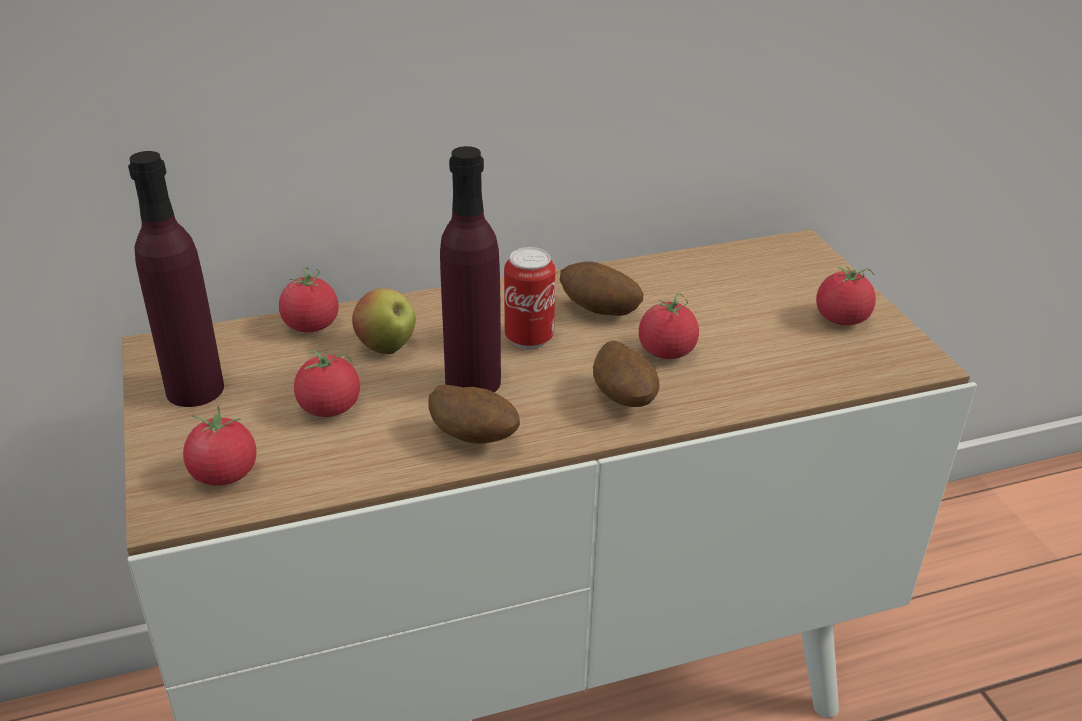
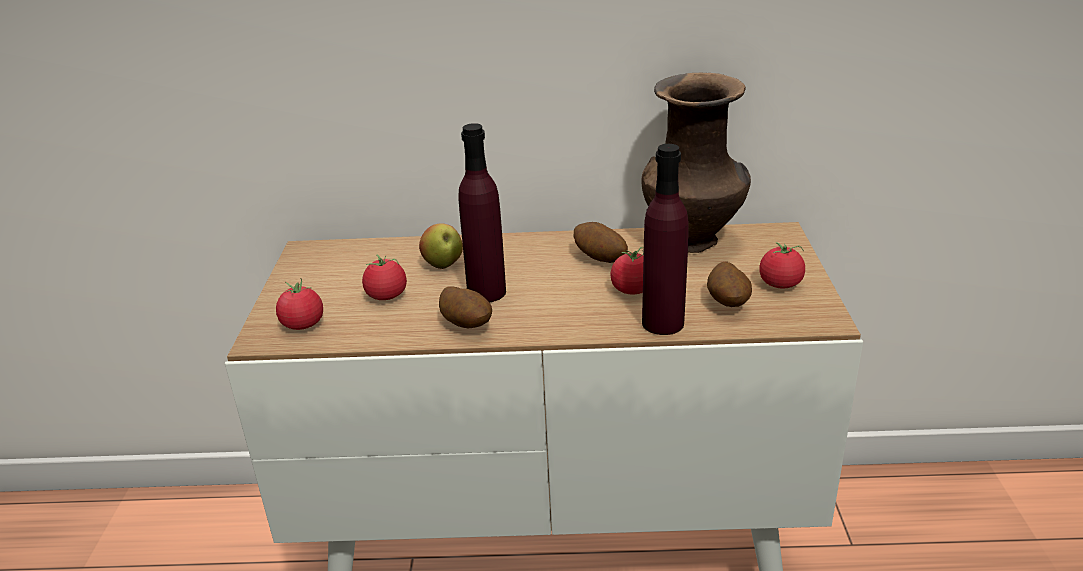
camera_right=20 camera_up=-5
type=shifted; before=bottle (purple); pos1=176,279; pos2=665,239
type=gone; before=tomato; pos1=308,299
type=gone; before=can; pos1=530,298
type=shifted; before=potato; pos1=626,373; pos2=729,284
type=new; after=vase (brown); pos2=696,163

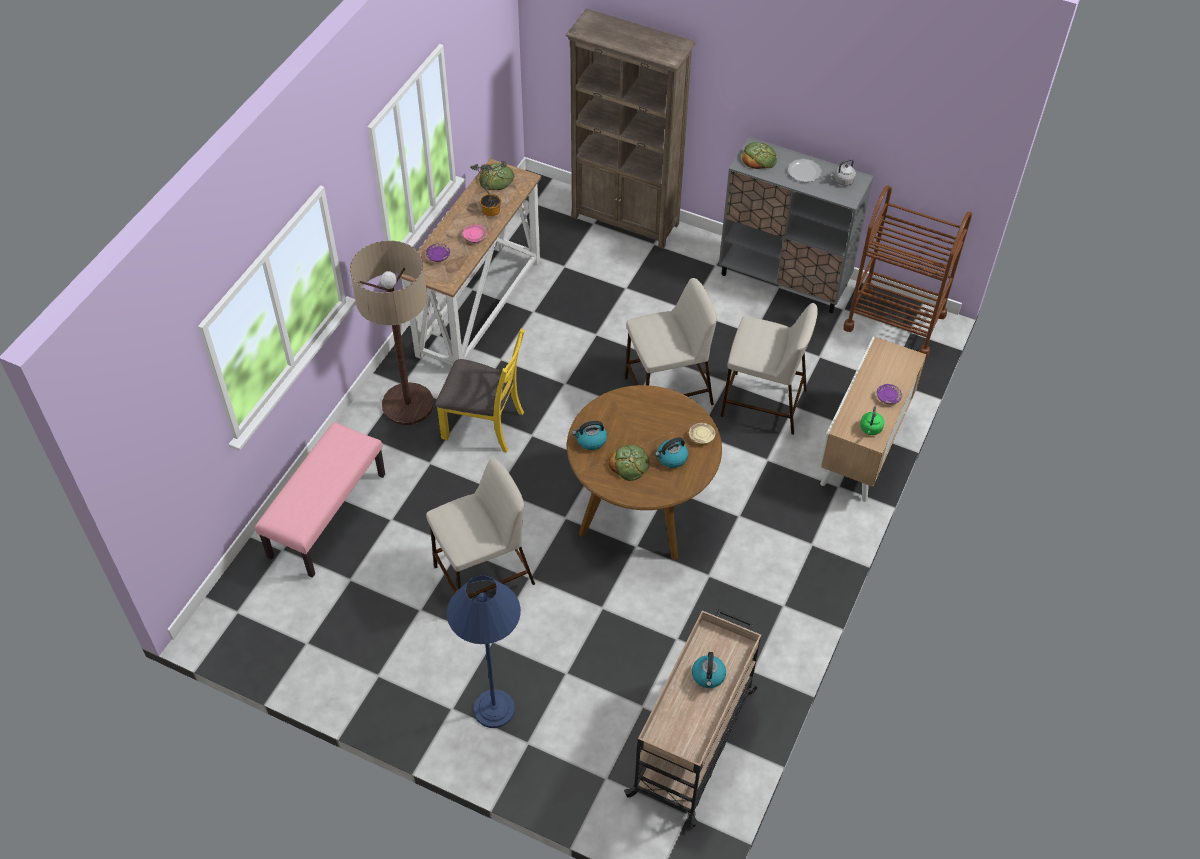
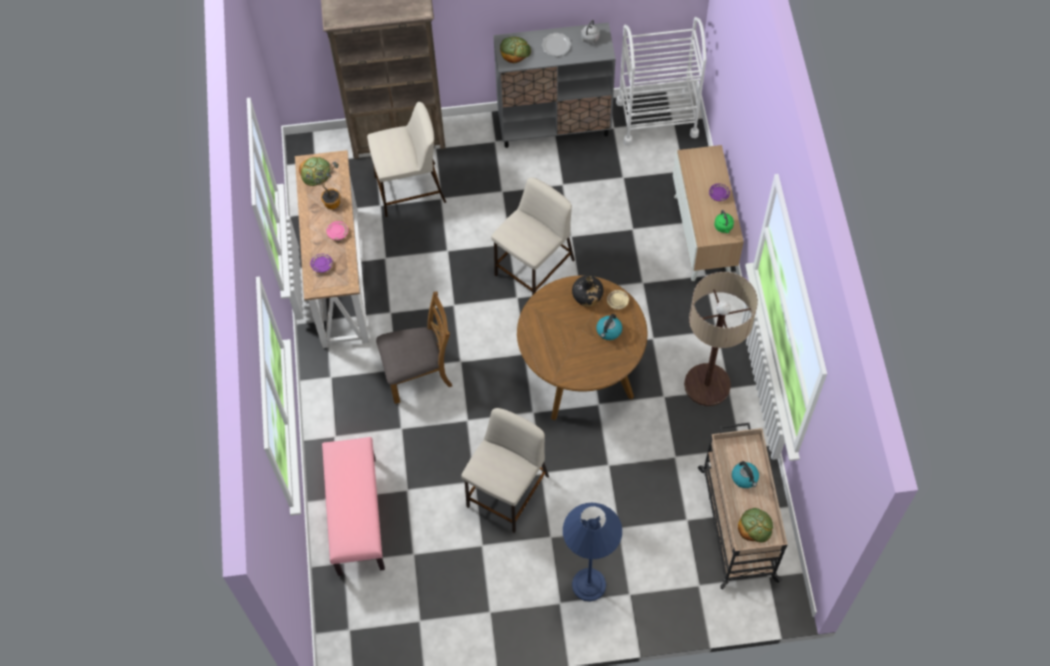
camera_right=-30 camera_up=10
type=shifted; before=floor lamp; pos1=392,333; pos2=721,339
type=repainted; before=chair (yellow); after=chair (brown); pos1=480,391; pos2=414,348
type=gone; before=kettle; pos1=589,435
type=shifted; before=bread; pos1=629,463; pos2=755,525
type=shifted; before=stool (beige); pos1=769,369; pos2=406,159
type=repainted; before=cart (brown); after=cart (white); pos1=907,272; pos2=661,81
type=new; after=bottle (black); pos2=587,291

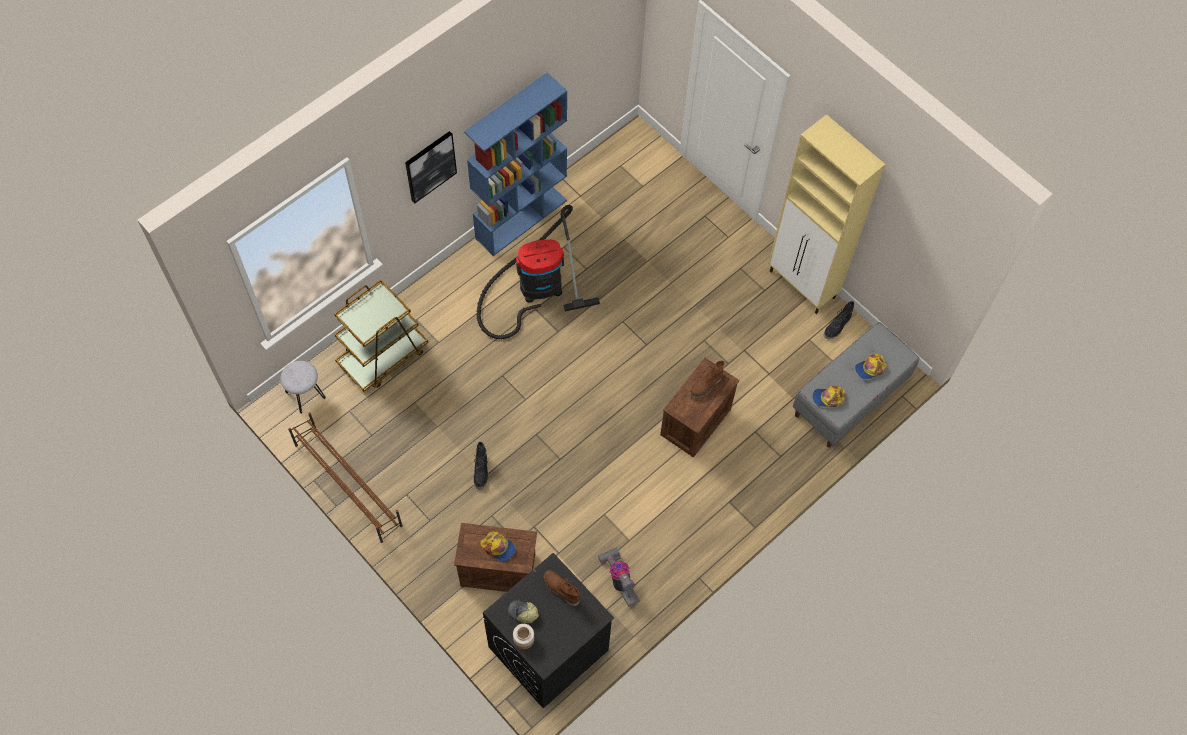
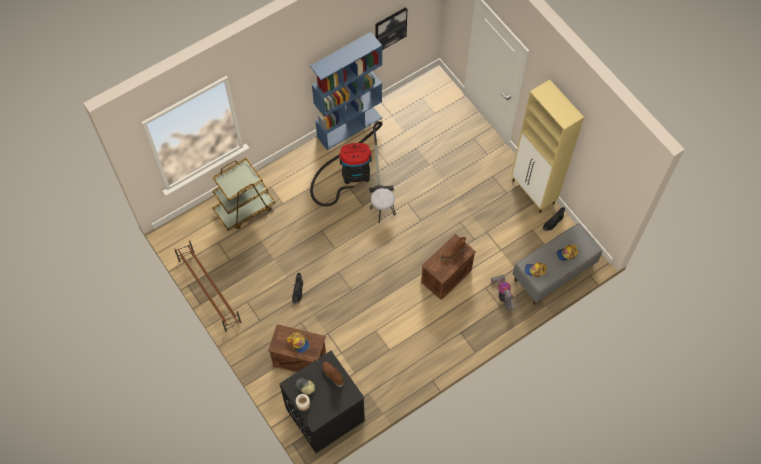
camera_right=10 camera_up=0
type=shifted; before=stool (grey); pos1=303,387; pos2=383,205
type=shifted; before=picture; pos1=431,167; pos2=391,28
type=shifted; before=vacuum cleaner; pos1=619,576; pos2=503,293

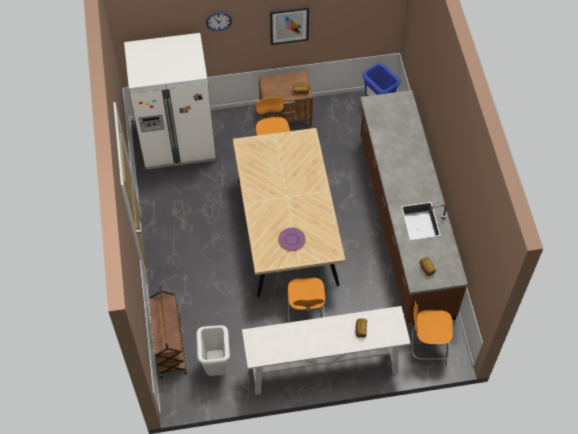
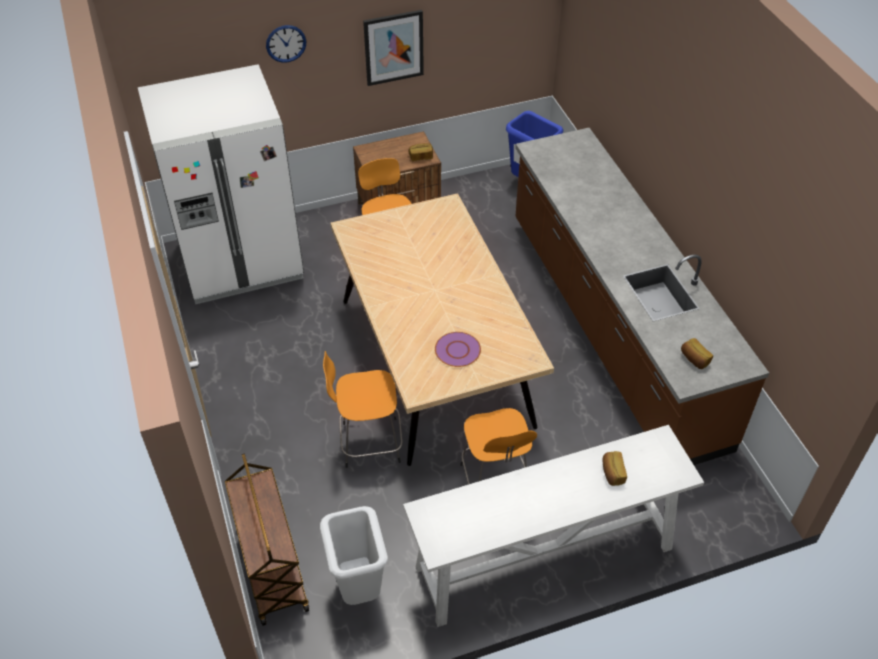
camera_right=-10 camera_up=-10
type=shifted; before=stool (orange); pos1=432,333; pos2=363,409

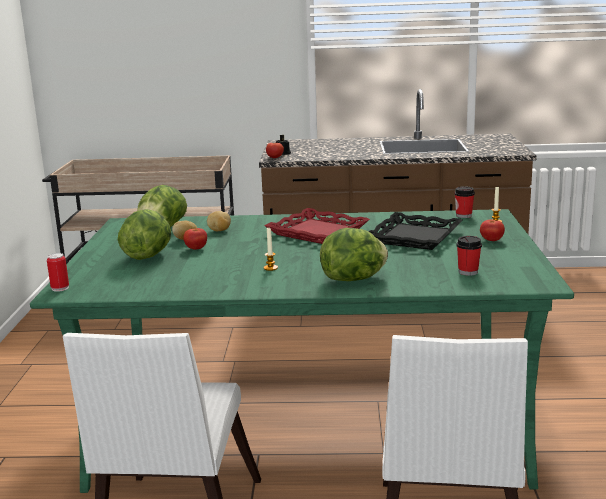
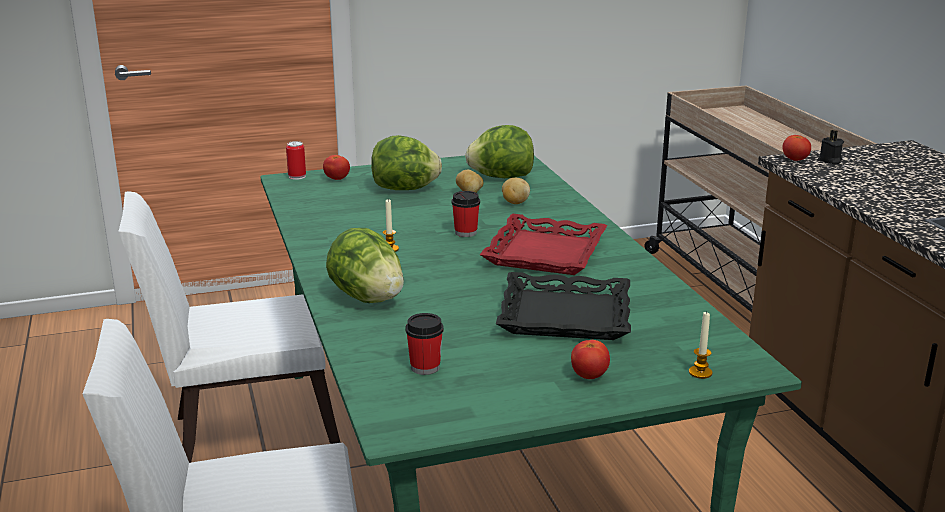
camera_right=70 camera_up=5
type=shifted; before=tomato; pos1=195,239; pos2=336,167
type=shifted; before=cup; pos1=464,202; pos2=465,214

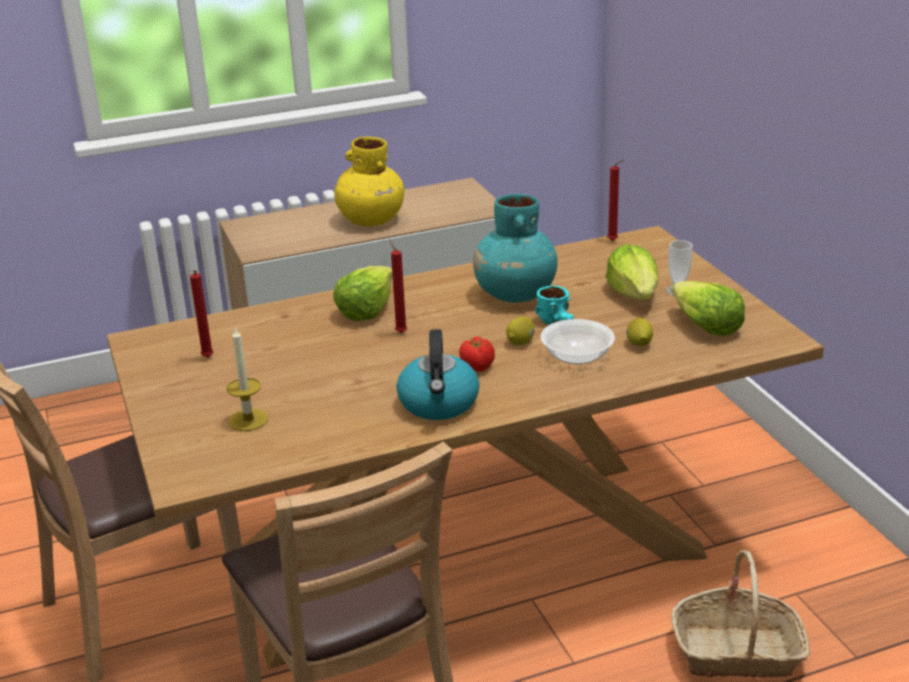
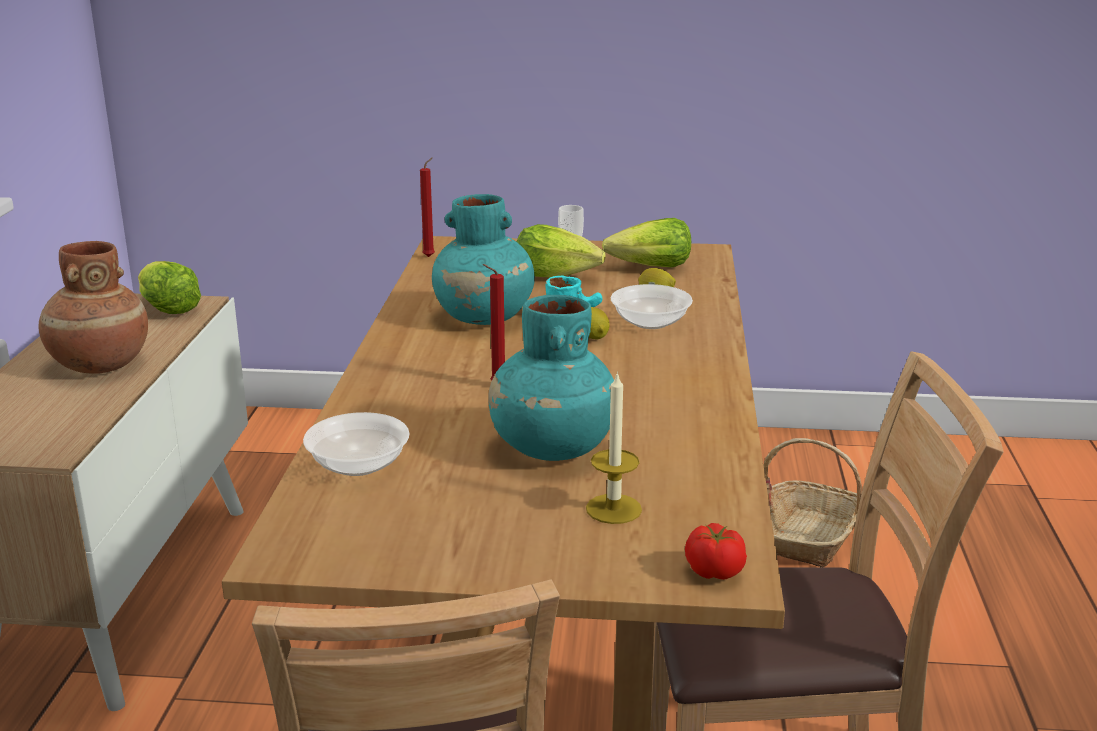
camera_right=-65 camera_up=-5
type=gone; before=candle (red); pos1=202,314
type=shifted; before=lettuce; pos1=363,293; pos2=169,287
type=repainted; before=vase (yellow); after=vase (brown); pos1=369,181; pos2=93,307
type=gone; before=kettle; pos1=437,374
type=shifted; before=tomato; pos1=477,354; pos2=716,551
type=new; after=bowl; pos2=356,444
type=new; after=vase (turquoise); pos2=551,378

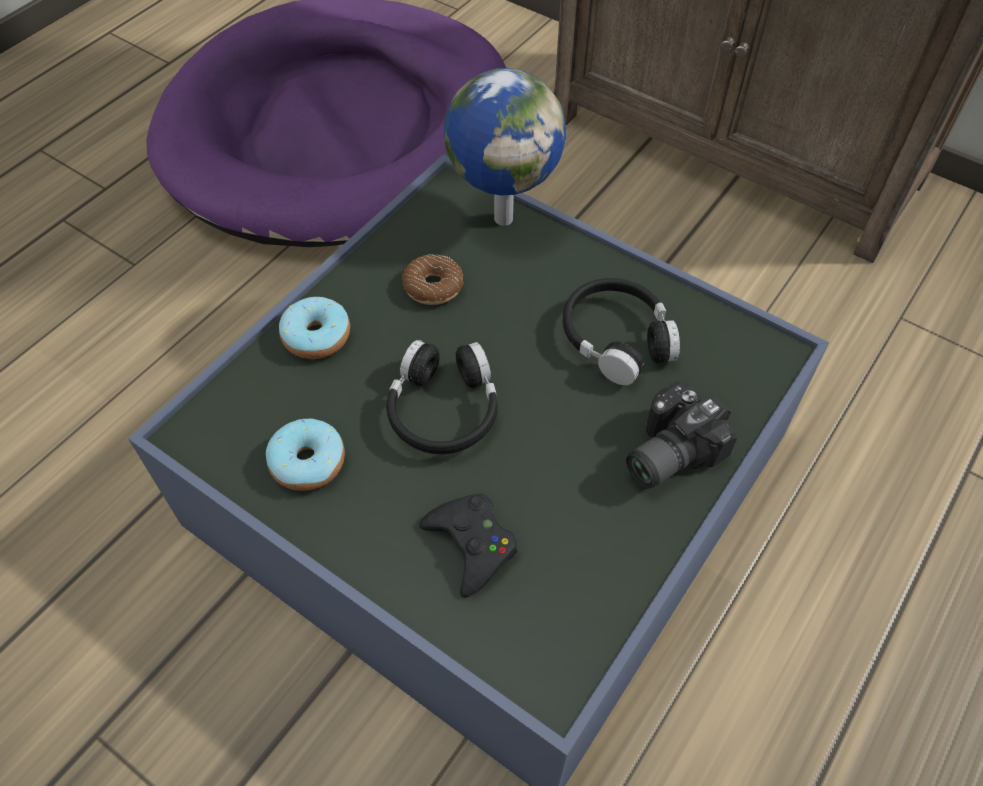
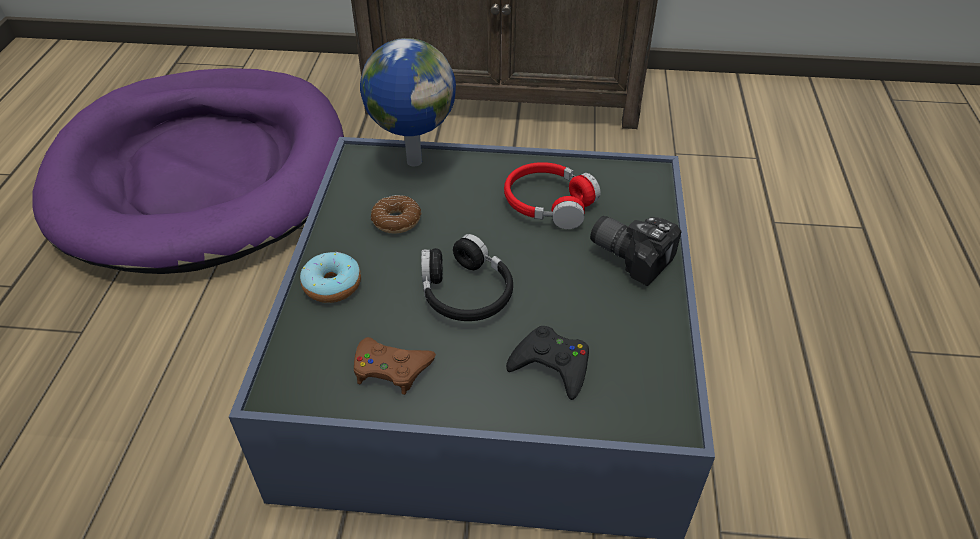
camera_right=-30 camera_up=-10
type=swapped; before=donut; after=game controller (brown); pos1=305,455; pos2=395,366
type=repainted; before=headphones (black); after=headphones (red); pos1=621,331; pos2=552,195
type=rotated; before=photo camera; pos1=681,435; pos2=635,251; turn=105

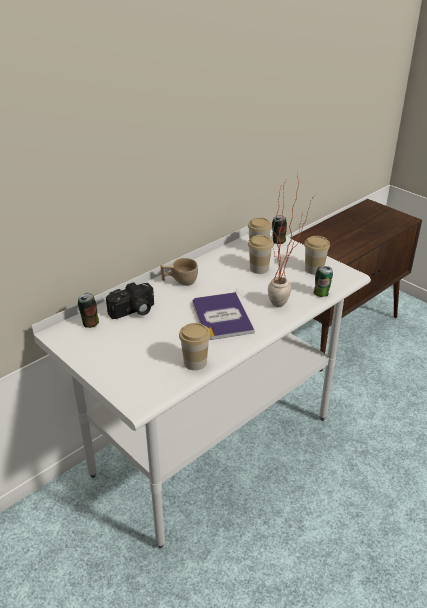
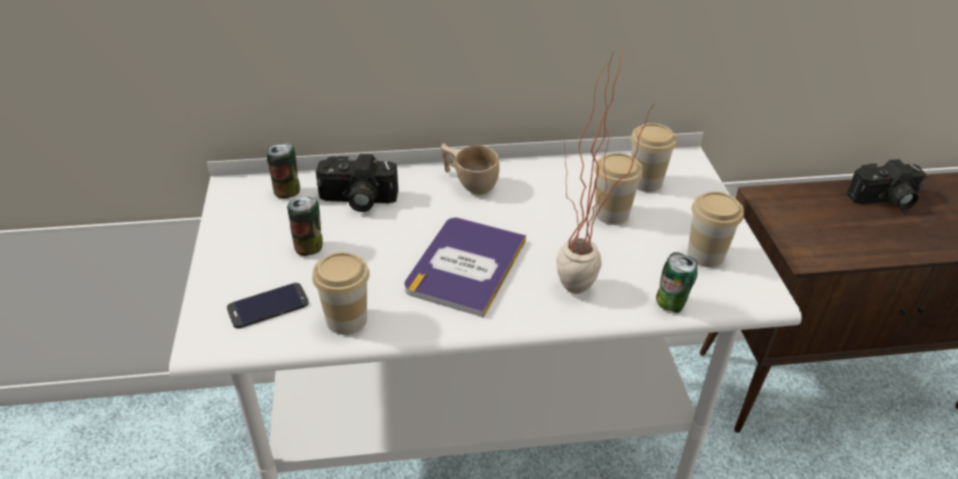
camera_right=35 camera_up=5
type=shifted; before=can; pos1=279,229; pos2=305,226
type=new; after=phone; pos2=268,306
type=new; after=photo camera; pos2=886,184

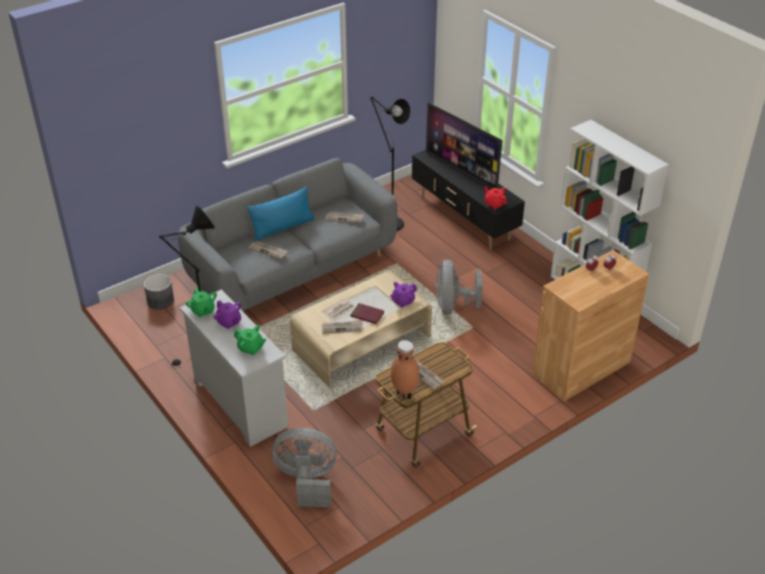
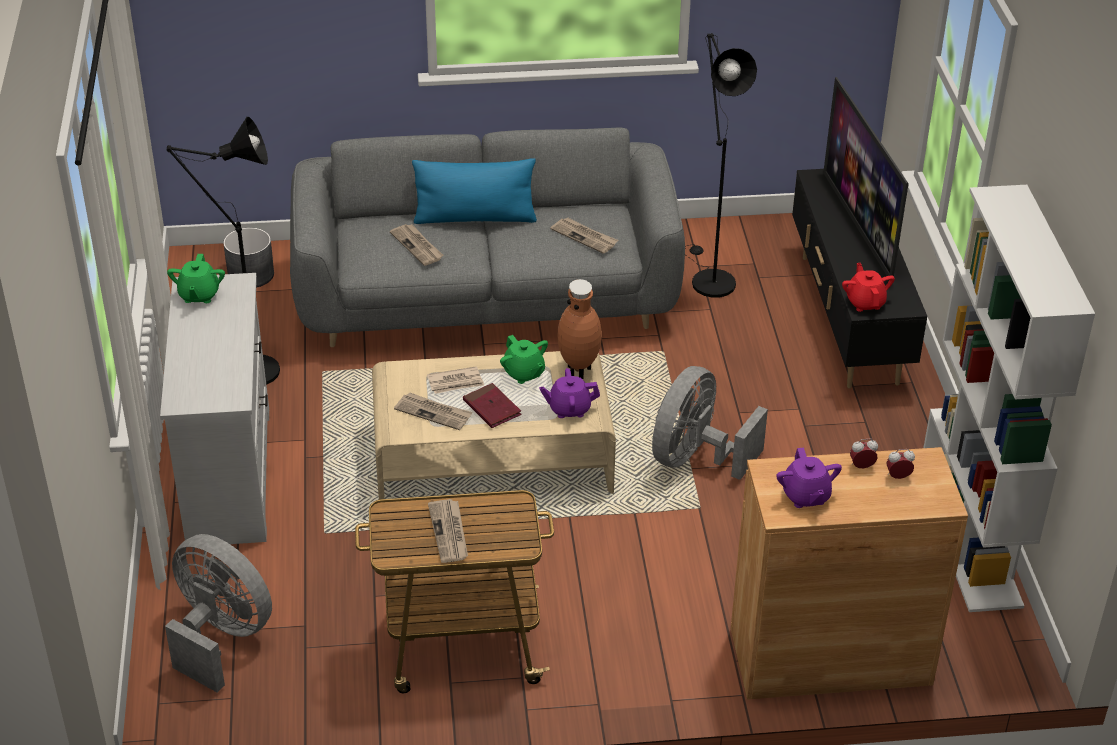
camera_right=30 camera_up=0
type=shifted; before=teapot (purple); pos1=228,314; pos2=809,478
type=shifted; before=teapot (green); pos1=250,340; pos2=524,359
type=shifted; before=vase (brown); pos1=405,370; pos2=579,329

